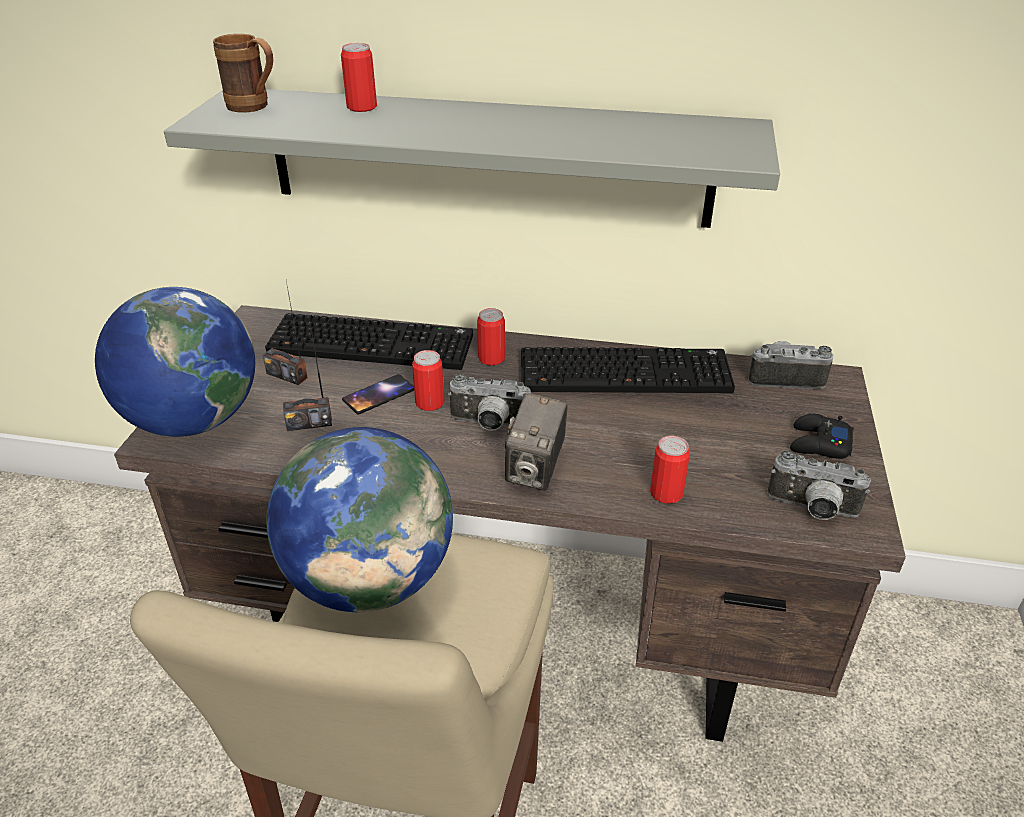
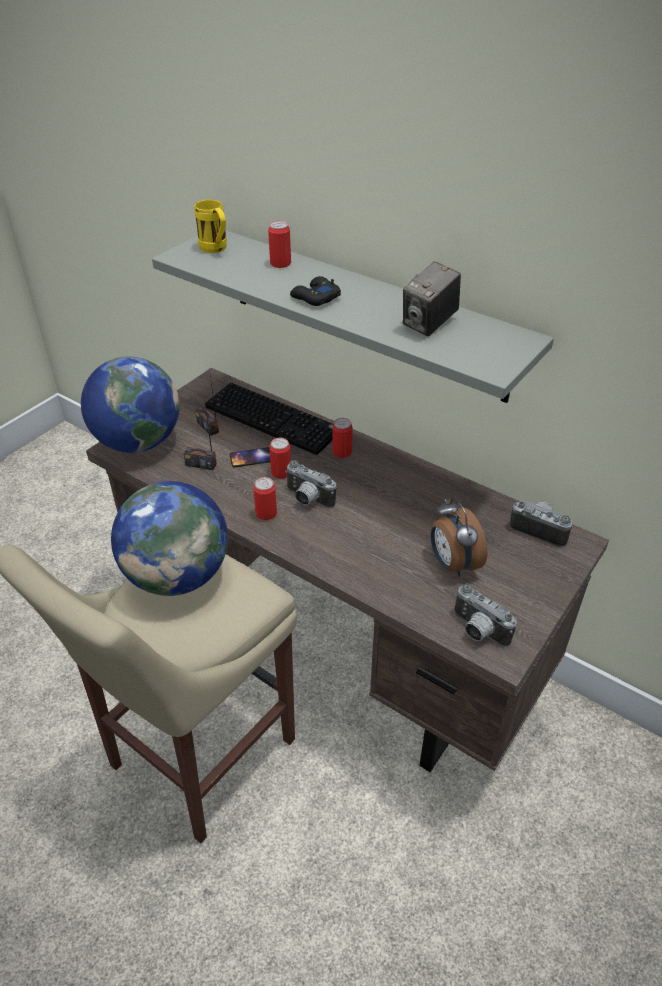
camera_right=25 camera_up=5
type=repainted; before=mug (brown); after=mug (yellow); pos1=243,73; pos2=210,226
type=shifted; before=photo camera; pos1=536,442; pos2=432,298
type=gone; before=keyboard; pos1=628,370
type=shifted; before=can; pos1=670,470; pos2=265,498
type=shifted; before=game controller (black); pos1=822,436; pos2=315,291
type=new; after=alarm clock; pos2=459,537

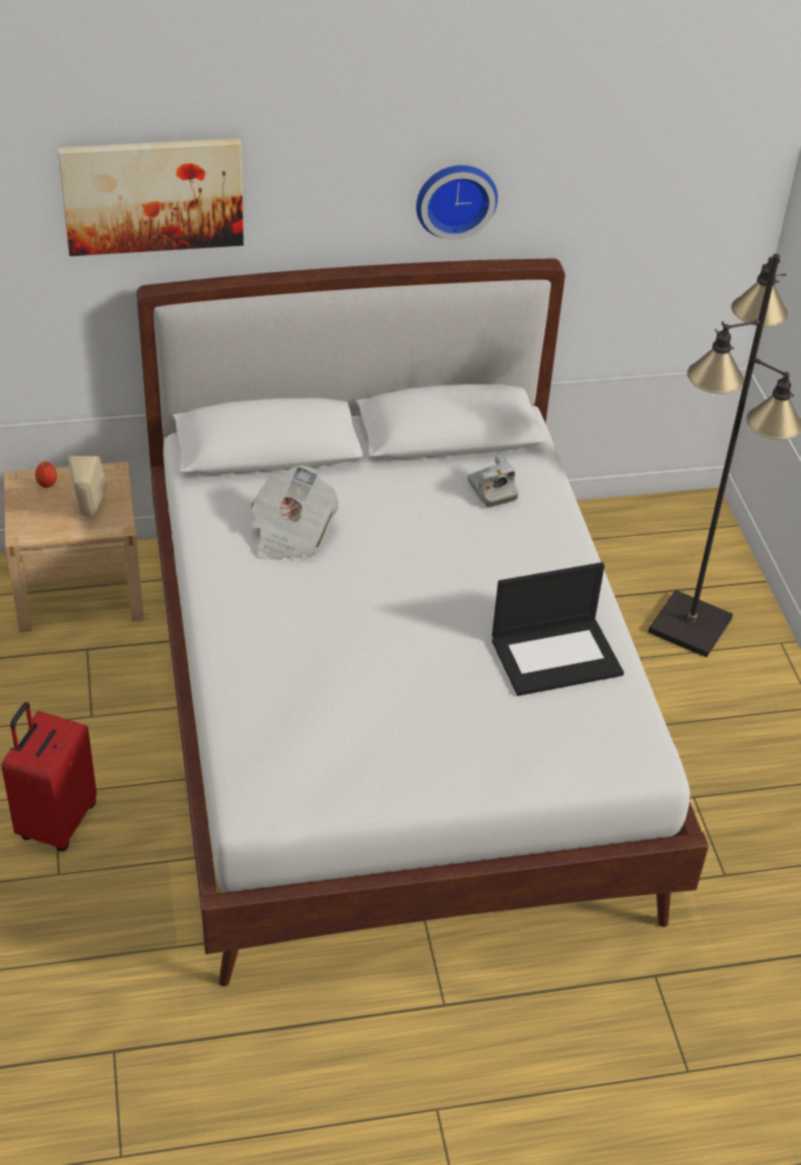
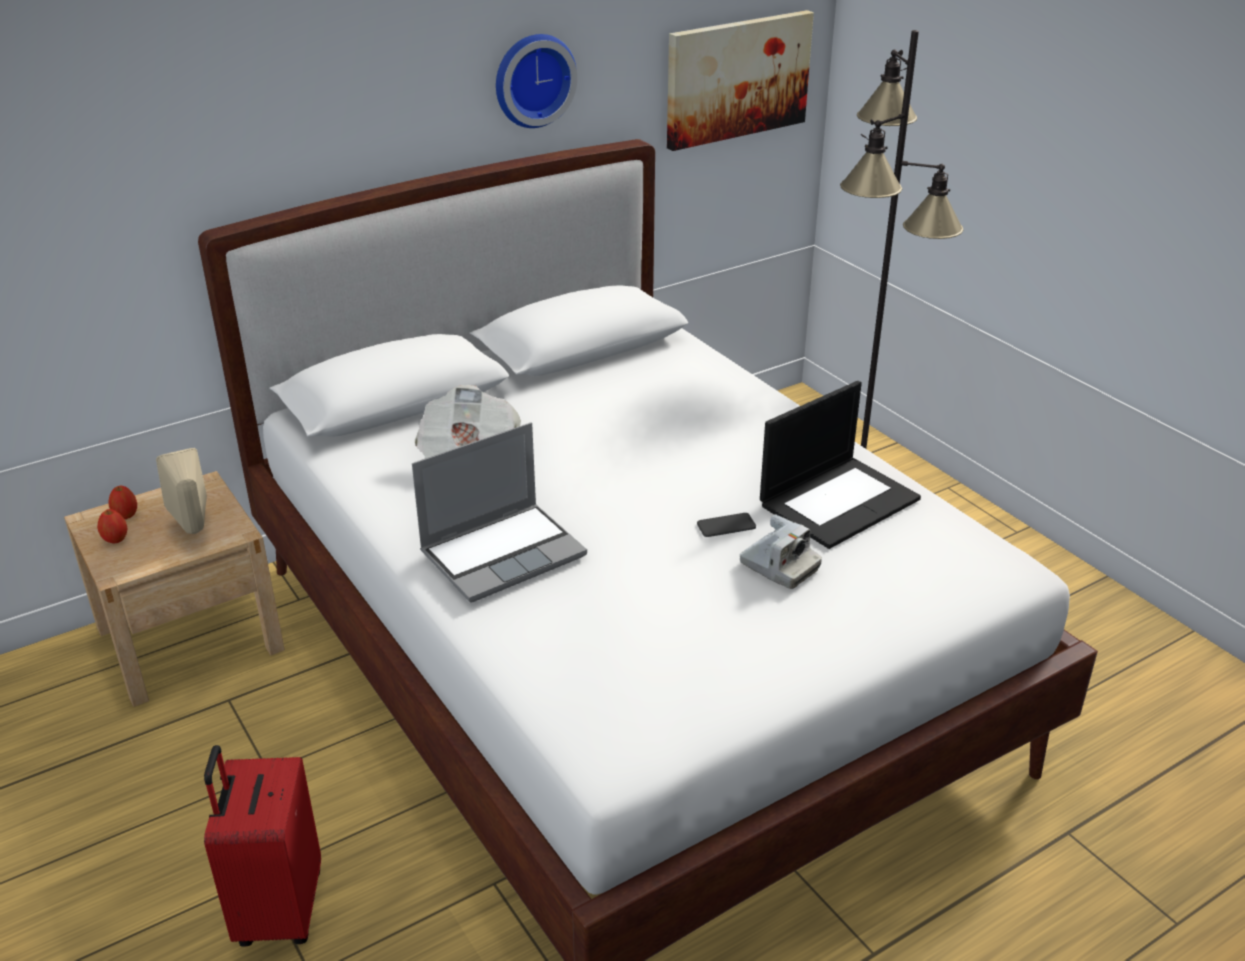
camera_right=-20 camera_up=-10
type=shifted; before=picture; pos1=151,197; pos2=740,80
type=shifted; before=photo camera; pos1=493,481; pos2=780,551
type=new; after=apple; pos2=112,526
type=new; after=laptop; pos2=499,513
type=new; after=phone; pos2=726,525

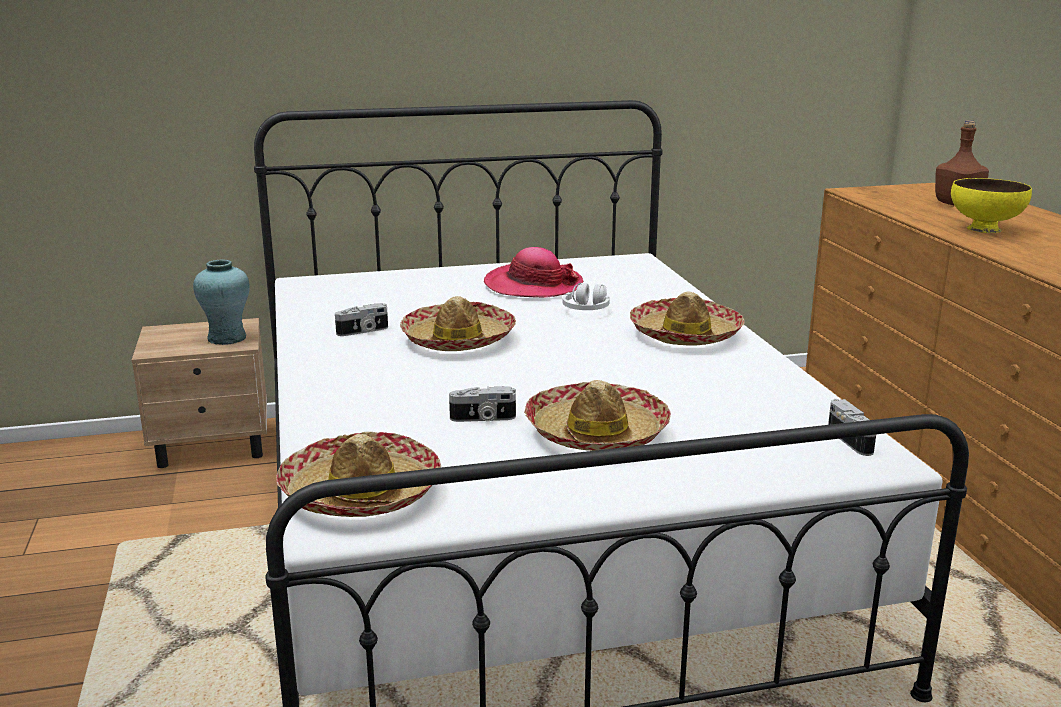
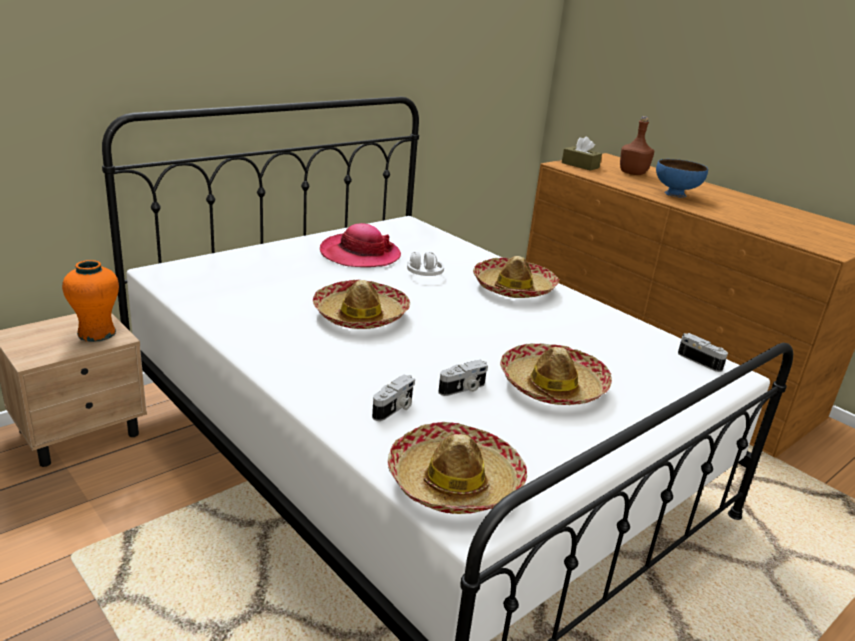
camera_right=-30 camera_up=5
type=repainted; before=vase (turquoise); after=vase (orange); pos1=221,302; pos2=90,301
type=shifted; before=photo camera; pos1=361,319; pos2=393,398
type=repainted; before=bowl (yellow); after=bowl (blue); pos1=991,205; pos2=682,178
type=new; after=tissue box (brown); pos2=582,153

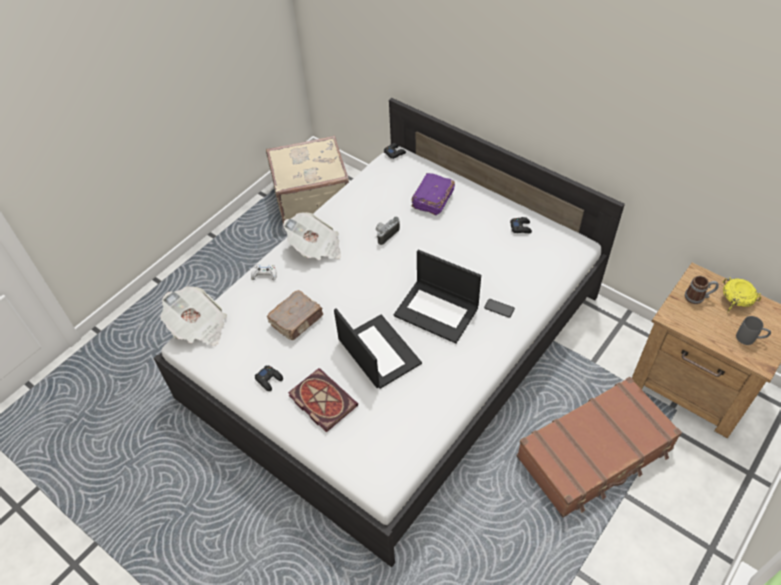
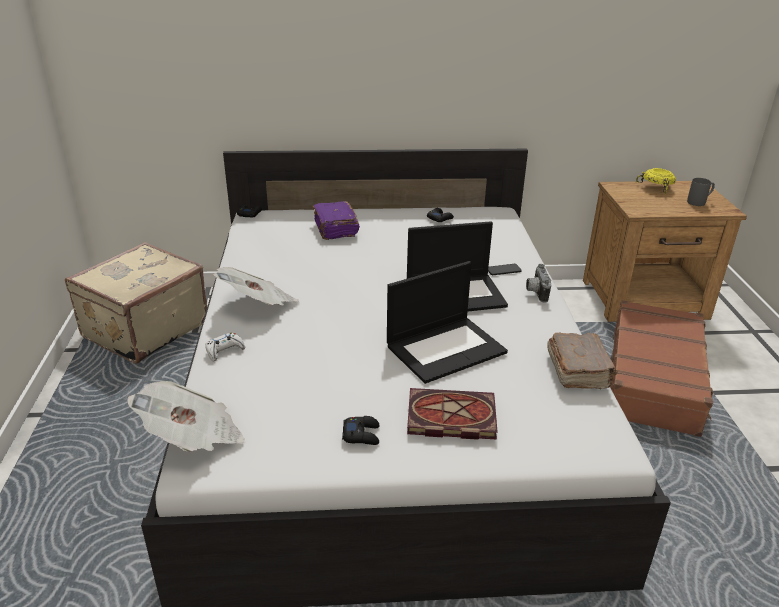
camera_right=-45 camera_up=-20
type=shifted; before=book (brown); pos1=295,315; pos2=582,361
type=rotated; before=laptop; pos1=378,348; pos2=447,322; turn=135
type=shifted; before=photo camera; pos1=388,231; pos2=538,283
type=gone; before=mug; pos1=702,290

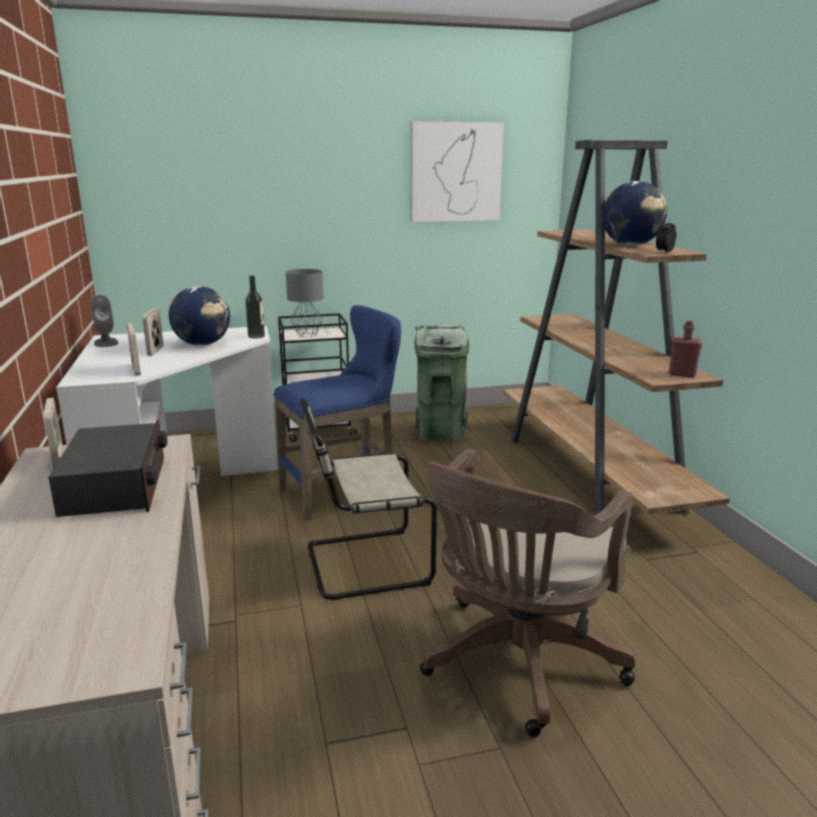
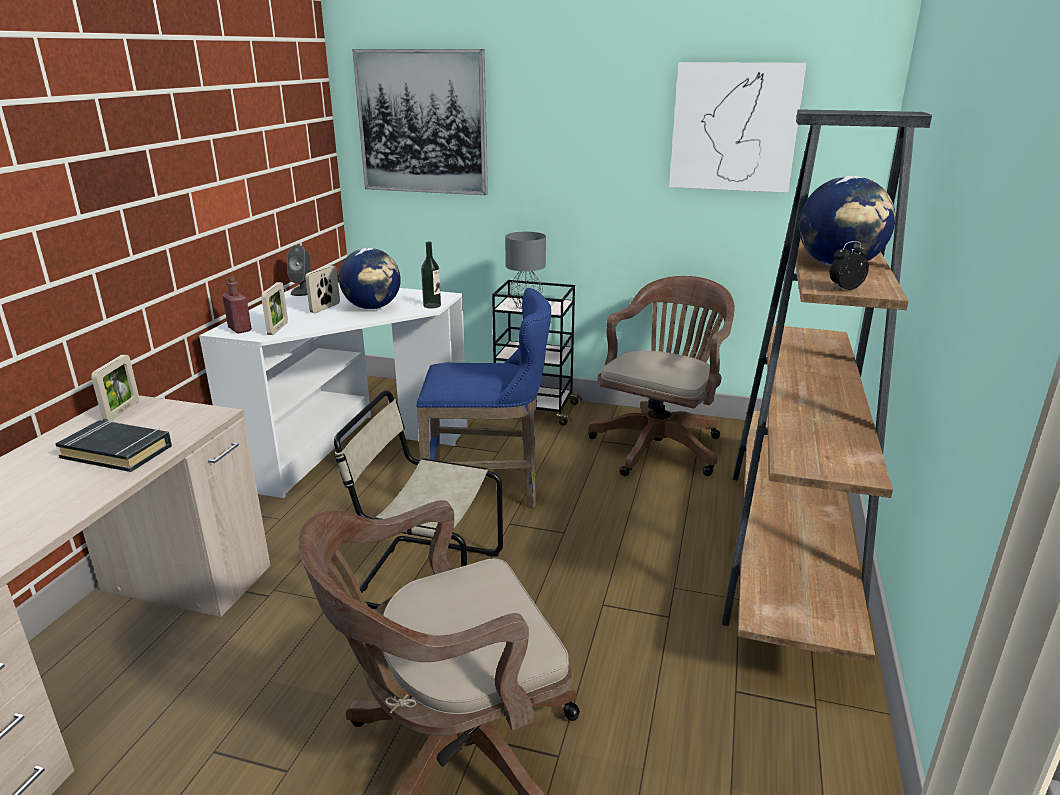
camera_right=30 camera_up=5
type=swapped; before=radio; after=book (black); pos1=108,468; pos2=113,446
type=swapped; before=trash can (green); after=office chair (brown); pos1=442,382; pos2=661,376
type=shifted; before=bottle (red); pos1=686,349; pos2=237,305
type=new; after=picture; pos2=420,122

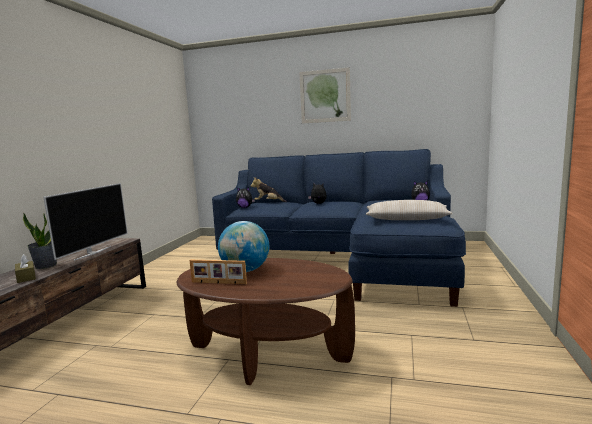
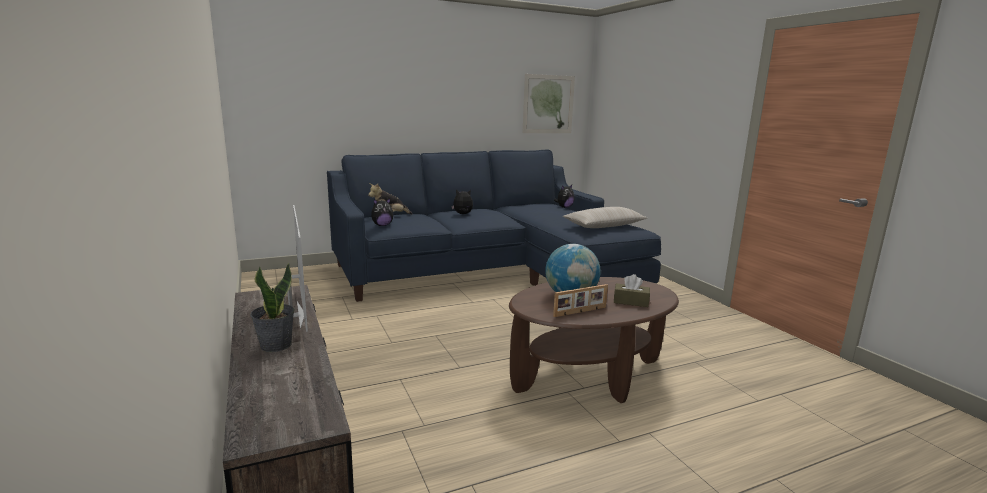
camera_right=-40 camera_up=5
type=shifted; before=tissue box (brown); pos1=25,268; pos2=632,290
type=shifted; before=picture; pos1=325,95; pos2=548,103

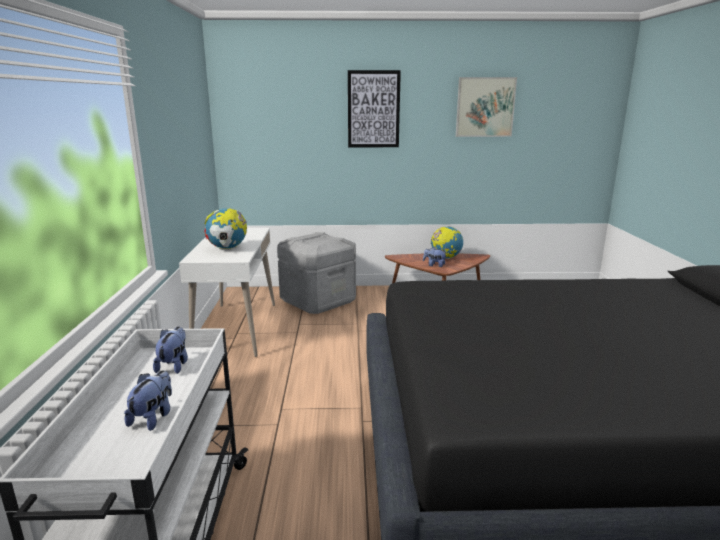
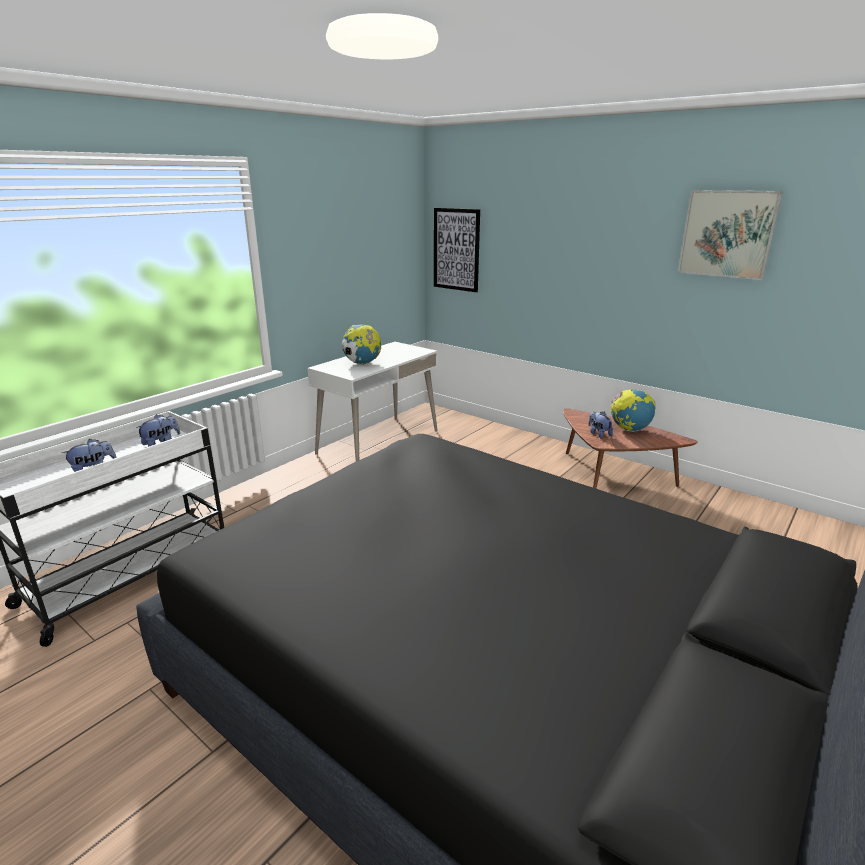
camera_right=40 camera_up=5
type=gone; before=storage box (grey); pos1=316,273
type=shifted; before=picture; pos1=374,108; pos2=457,250

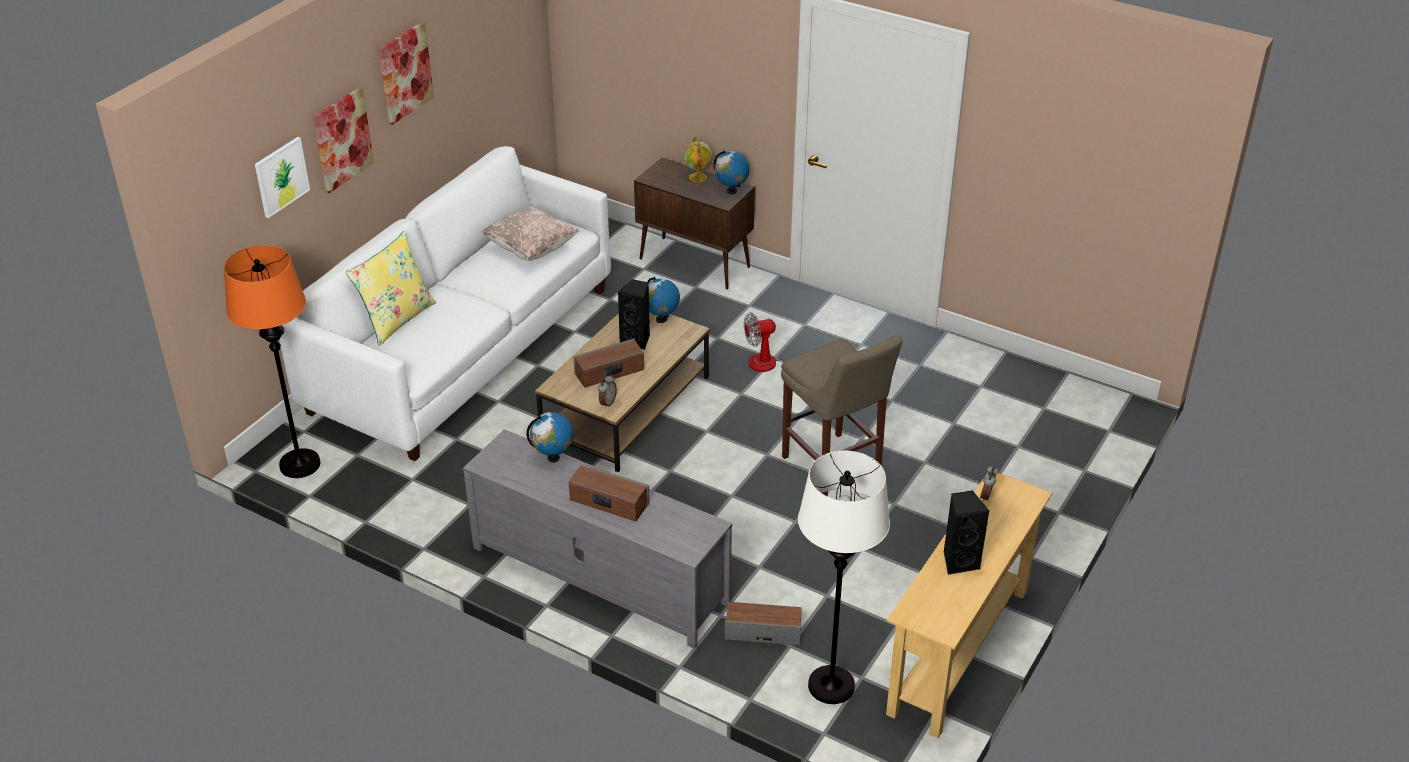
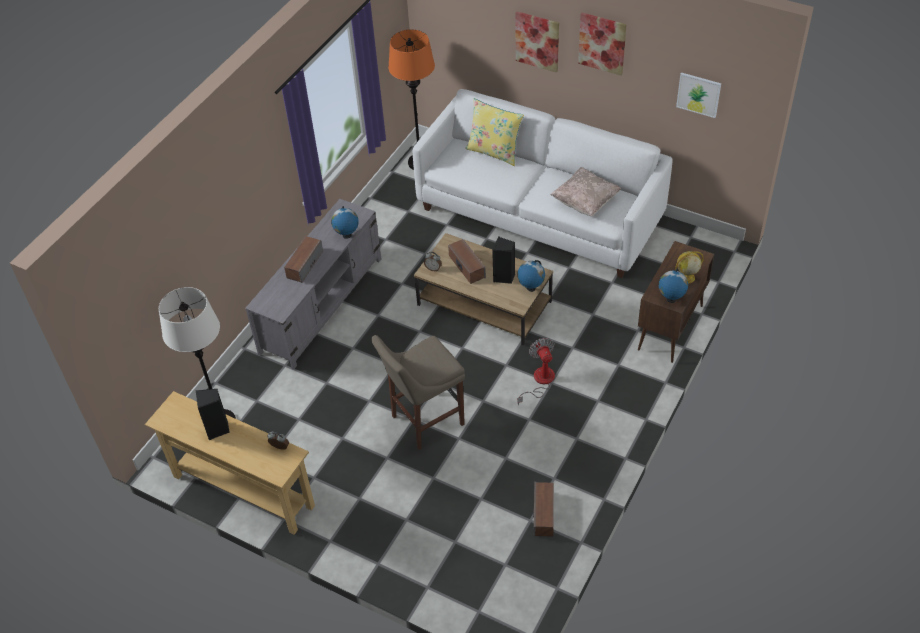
camera_right=90 camera_up=10
type=shifted; before=picture; pos1=282,177; pos2=698,95
type=shifted; before=speaker; pos1=763,623; pos2=543,509

